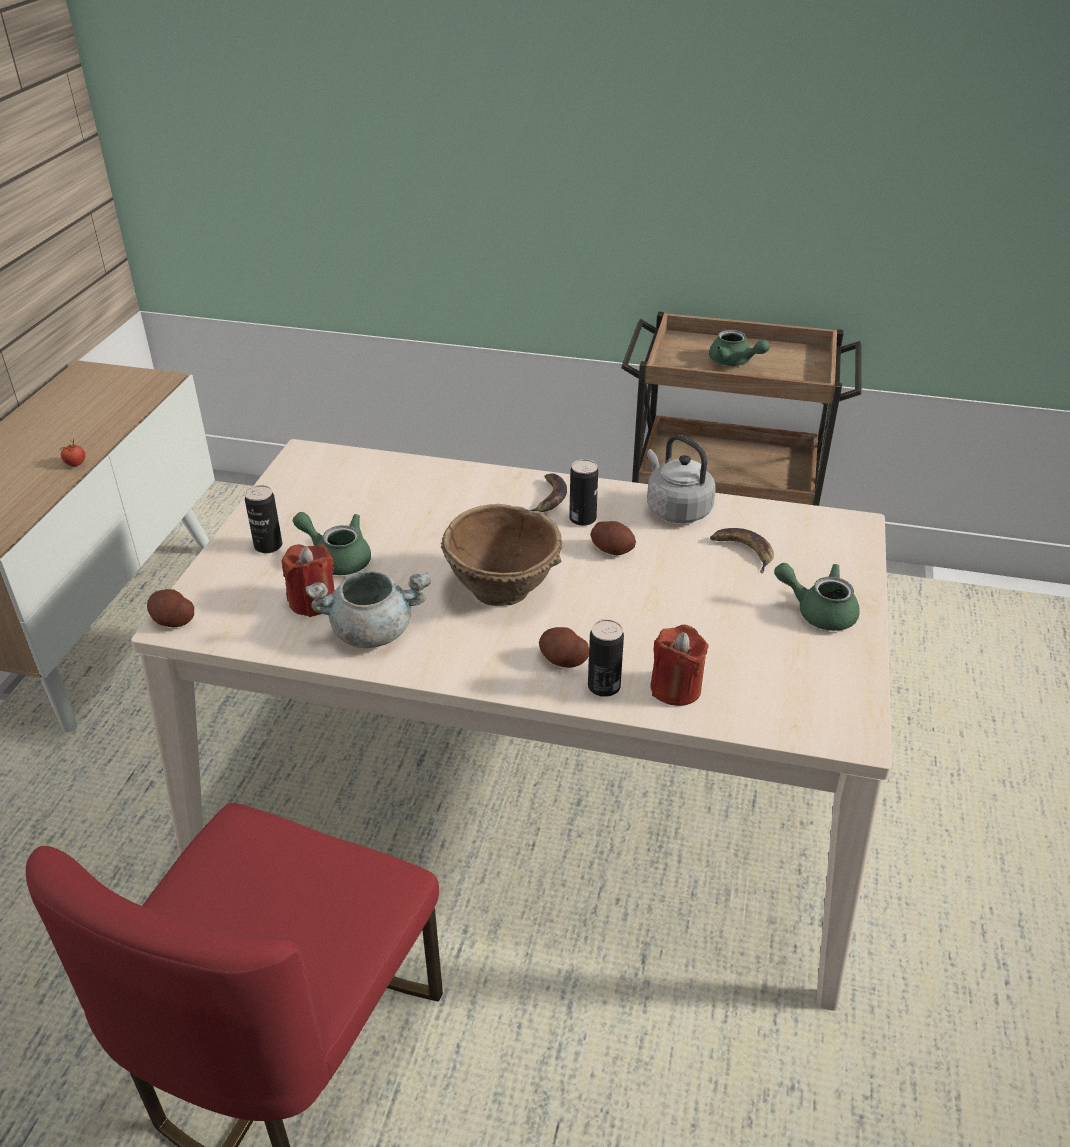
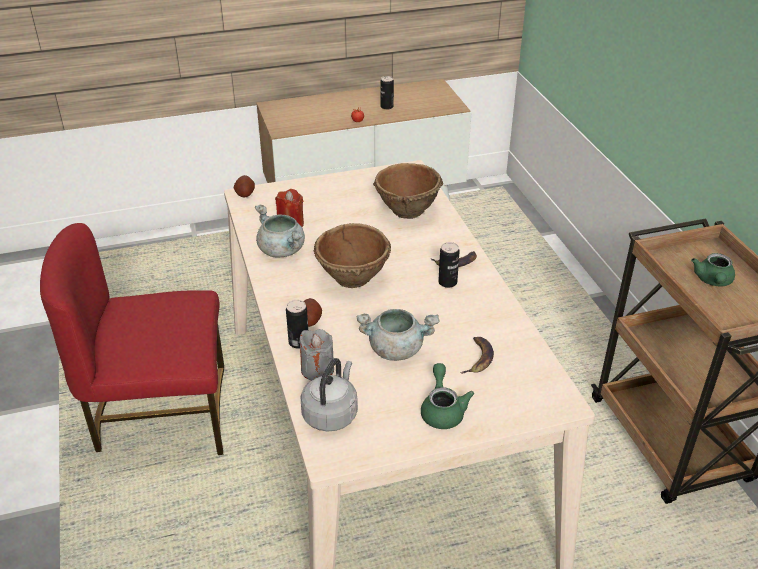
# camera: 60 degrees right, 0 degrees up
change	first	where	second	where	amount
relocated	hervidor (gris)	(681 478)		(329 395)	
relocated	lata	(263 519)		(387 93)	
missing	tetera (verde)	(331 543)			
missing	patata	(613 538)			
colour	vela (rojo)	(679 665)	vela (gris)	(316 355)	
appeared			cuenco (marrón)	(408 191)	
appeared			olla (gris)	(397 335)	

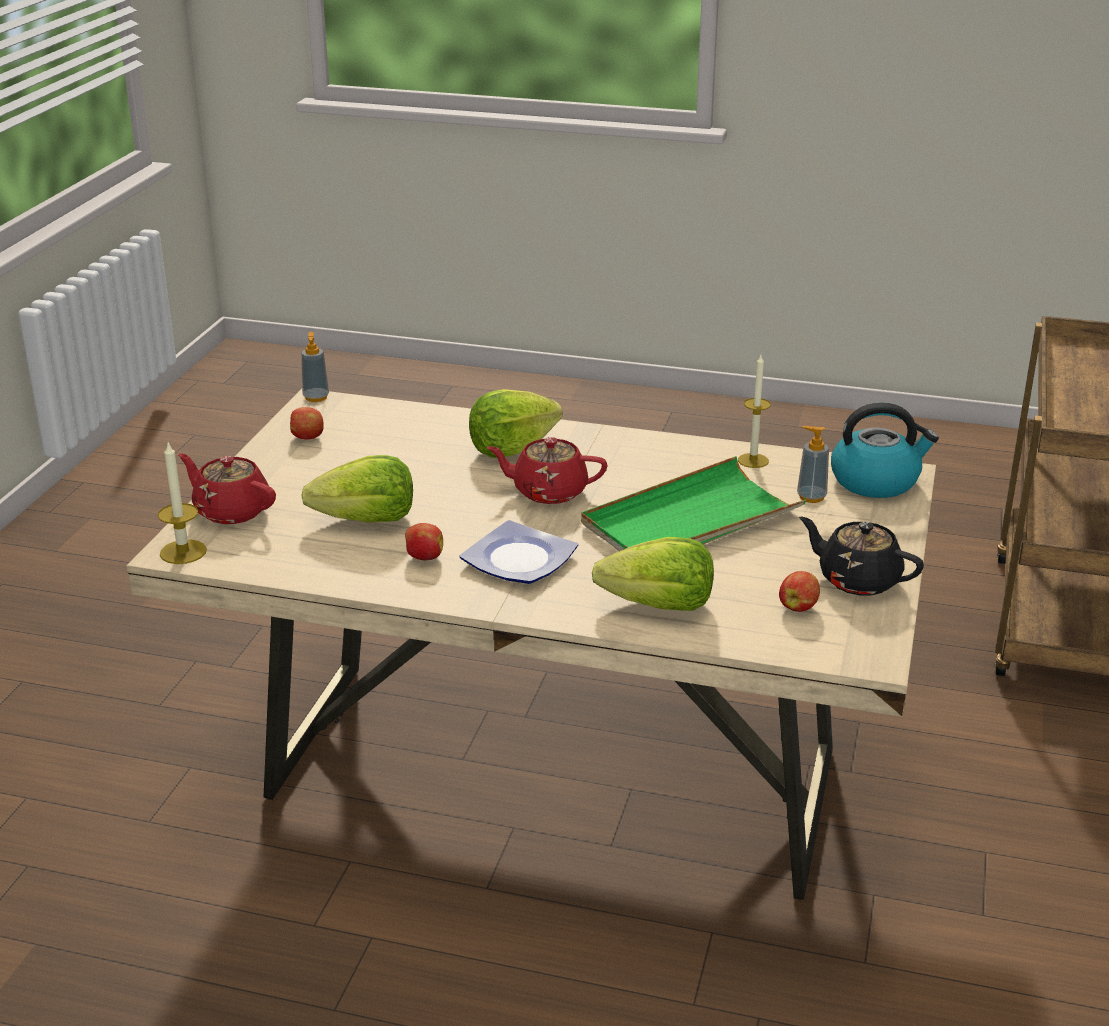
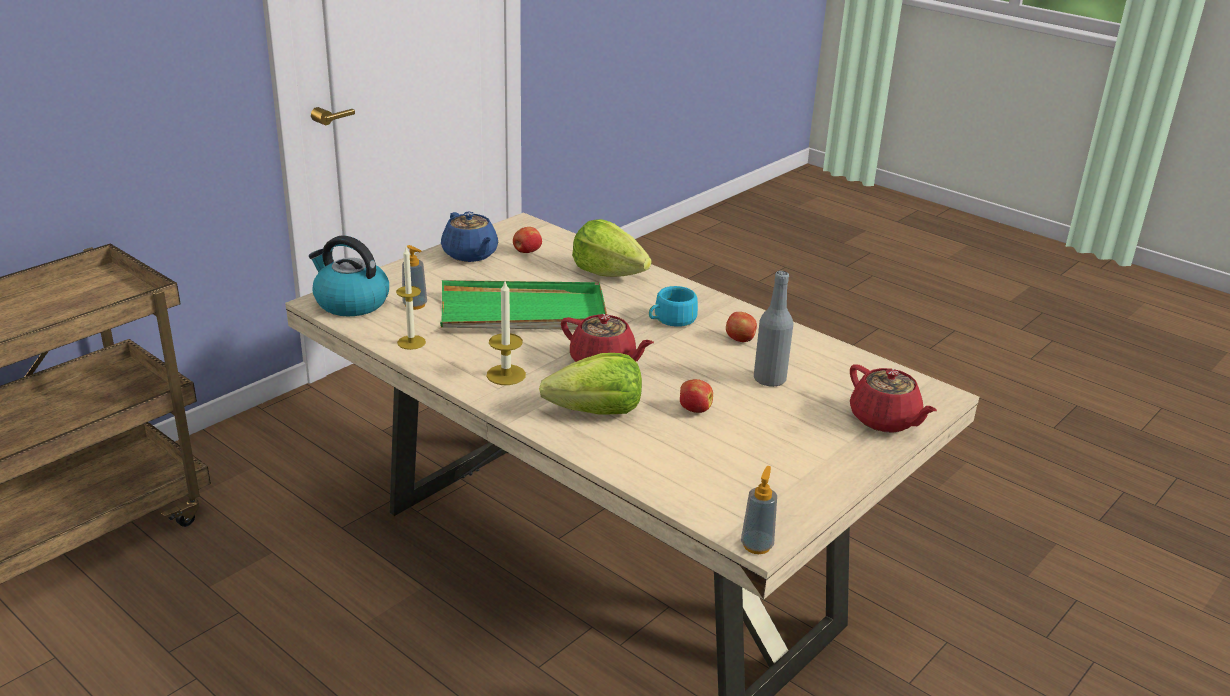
# camera: 155 degrees left, 0 degrees up
change	first	where	second	where	amount
relocated	manzana	(307 423)		(696 396)	
relocated	vela	(182 503)		(506 333)	
exchanged	lechuga	(357 488)	botella (gris)	(773 329)	
colour	tetera (negro)	(861 556)	tetera (azul)	(469 237)	
exchanged	plato	(518 552)	taza (turquesa)	(673 306)	

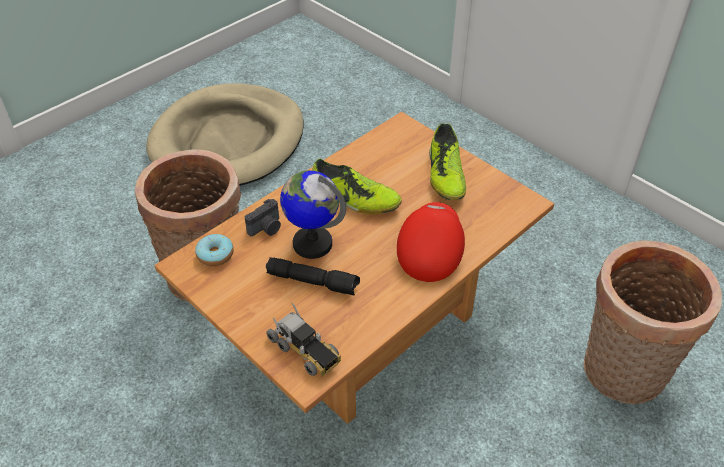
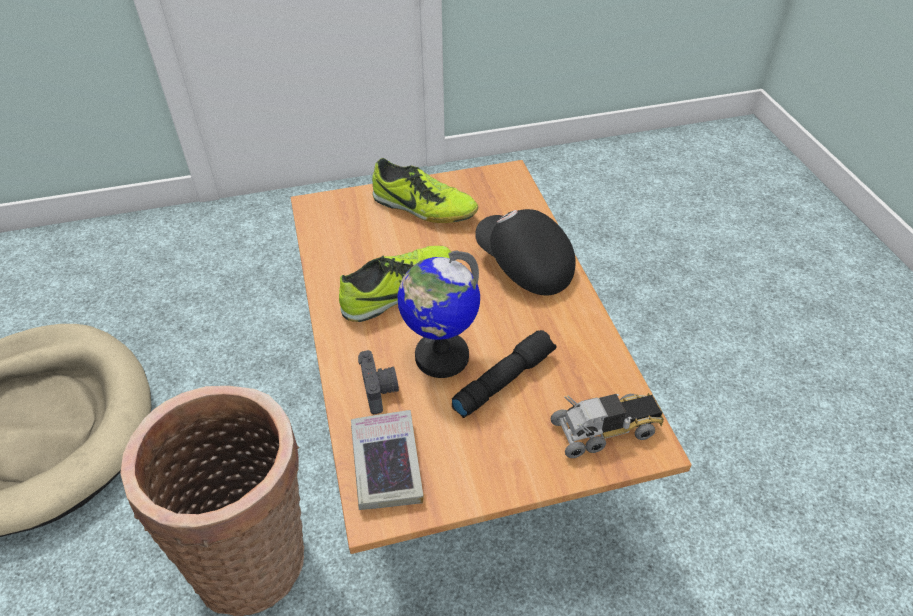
# camera: 60 degrees left, 0 degrees up
change	first	where	second	where	amount
colour	gorra (rojo)	(431 242)	gorra (negro)	(525 252)	
exchanged	rosquilla	(214 250)	libro	(387 460)	
missing	cesta	(652 323)			

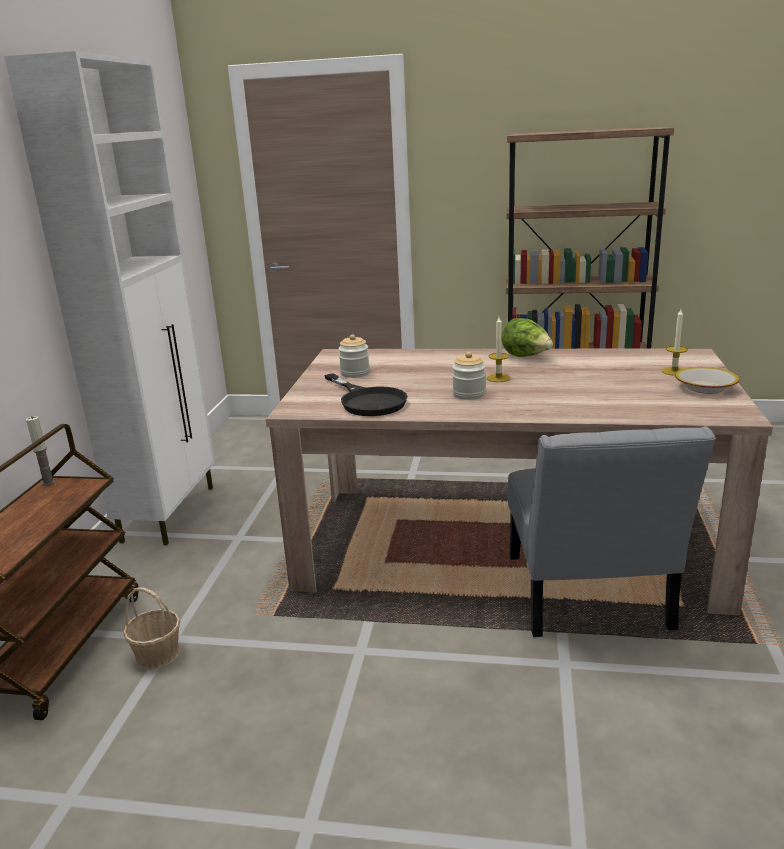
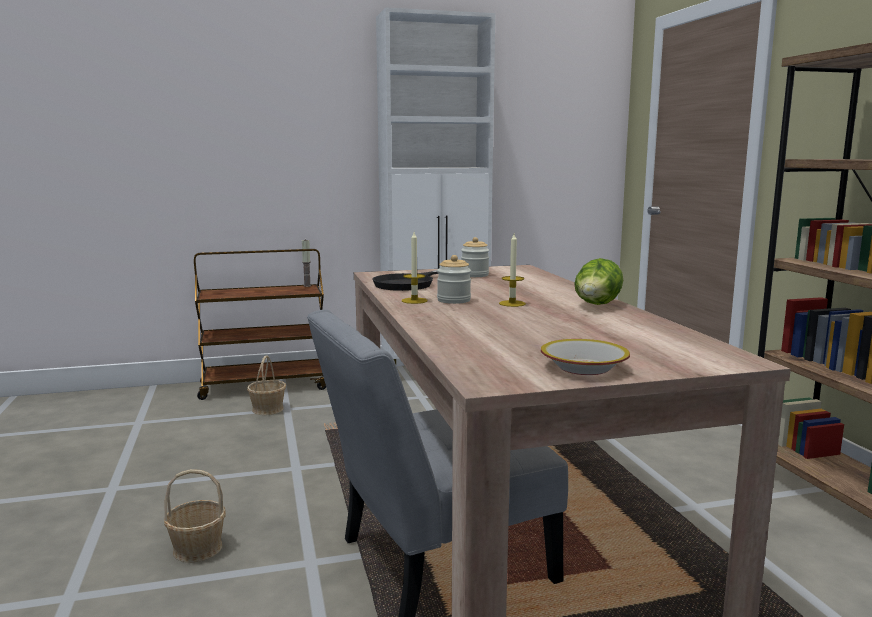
# camera: 65 degrees right, 10 degrees down
change	first	where	second	where	amount
relocated	vela	(675 342)		(414 268)	
appeared			cesta	(195 515)	

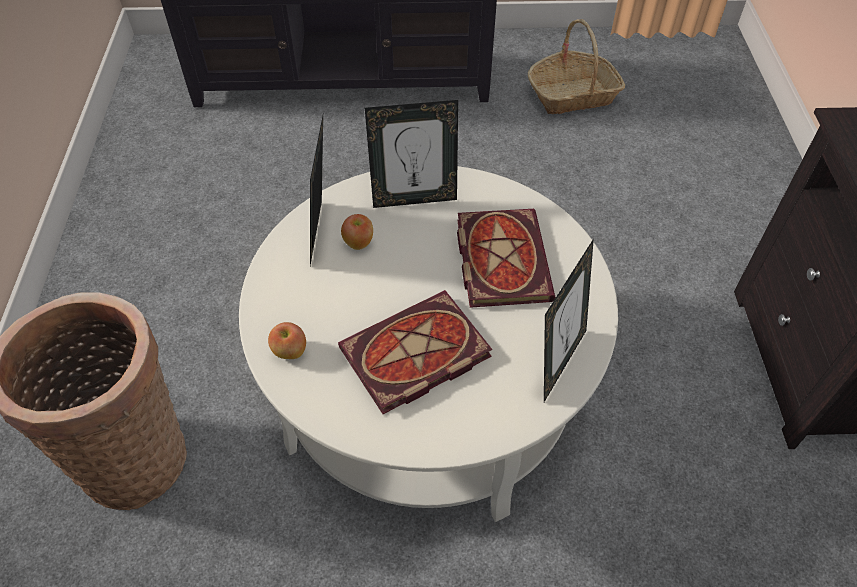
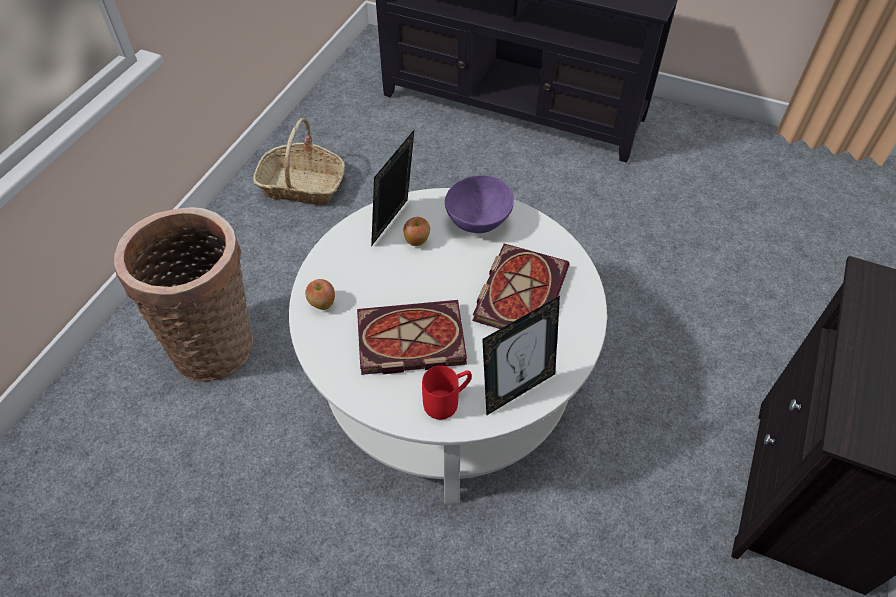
# camera: 25 degrees right, 0 degrees up
change	first	where	second	where	amount
relocated	cesta	(576 66)		(299 161)	
exchanged	portarretratos	(411 154)	cuenco (morado)	(479 204)	
appeared			taza grande (rojo)	(447 393)	

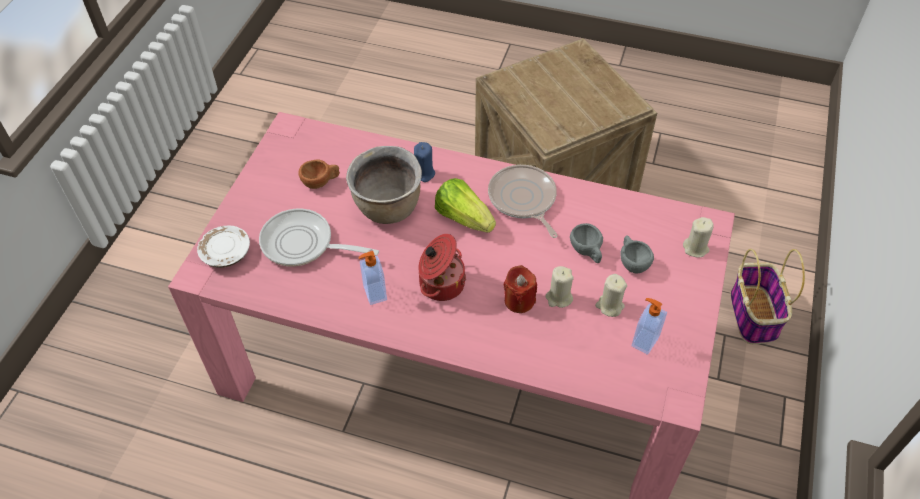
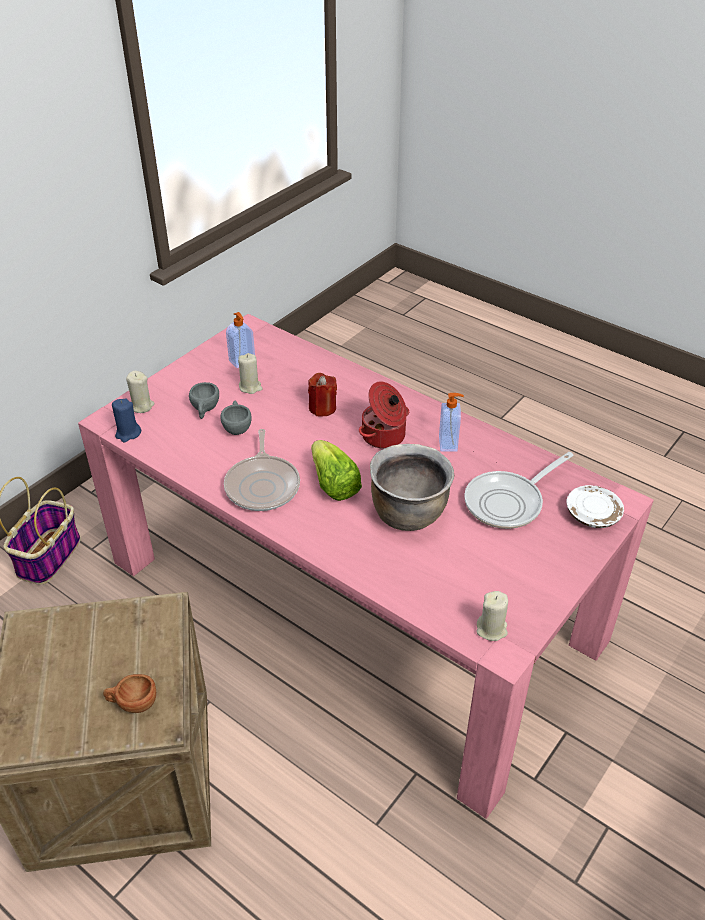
# camera: 160 degrees left, 10 degrees down
change	first	where	second	where	amount
relocated	vela (azul)	(424 162)		(126 420)	
relocated	taza (marrón)	(319 174)		(129 693)	
spun	sartén	(319 237)		(519 490)	105 degrees clockwise
relocated	vela (beis)	(559 287)		(492 616)	

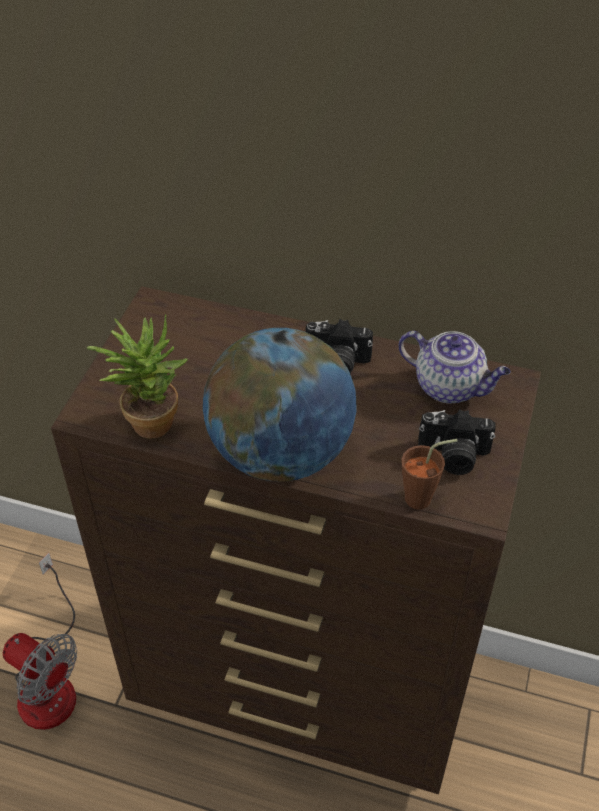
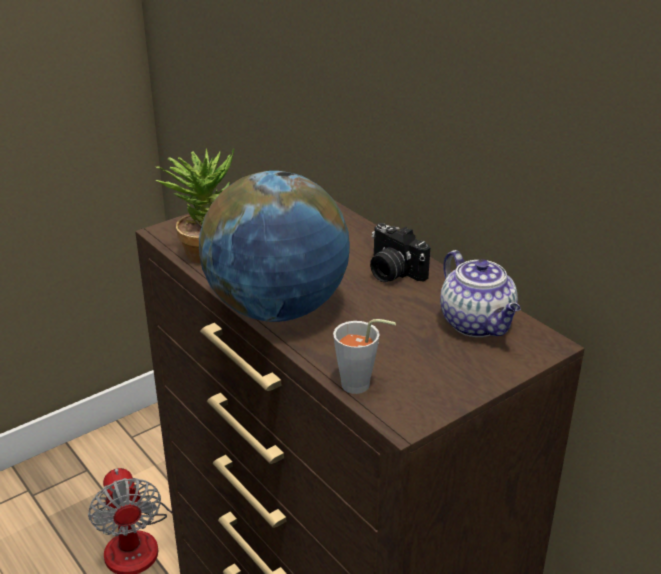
# camera: 35 degrees right, 15 degrees down
change	first	where	second	where	amount
missing	cámara	(457 442)			
colour	taza (marrón)	(429 474)	taza (gris)	(364 356)	

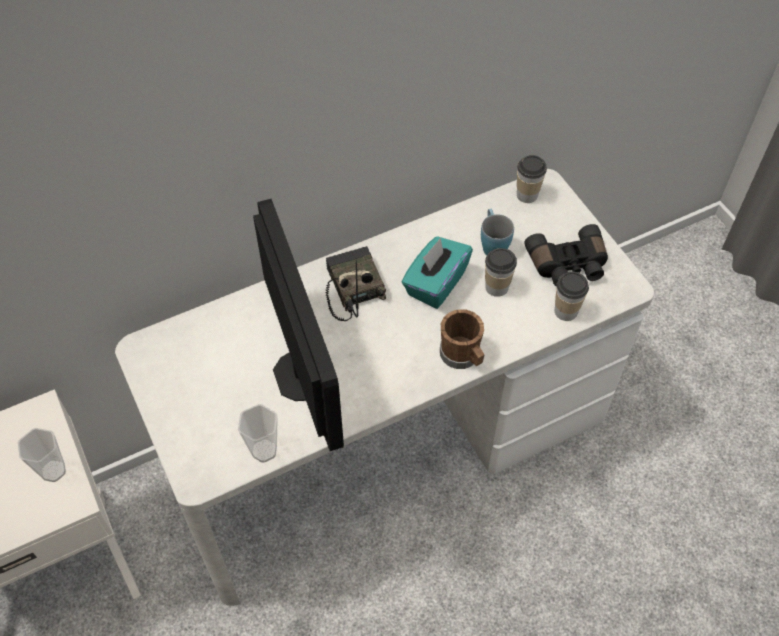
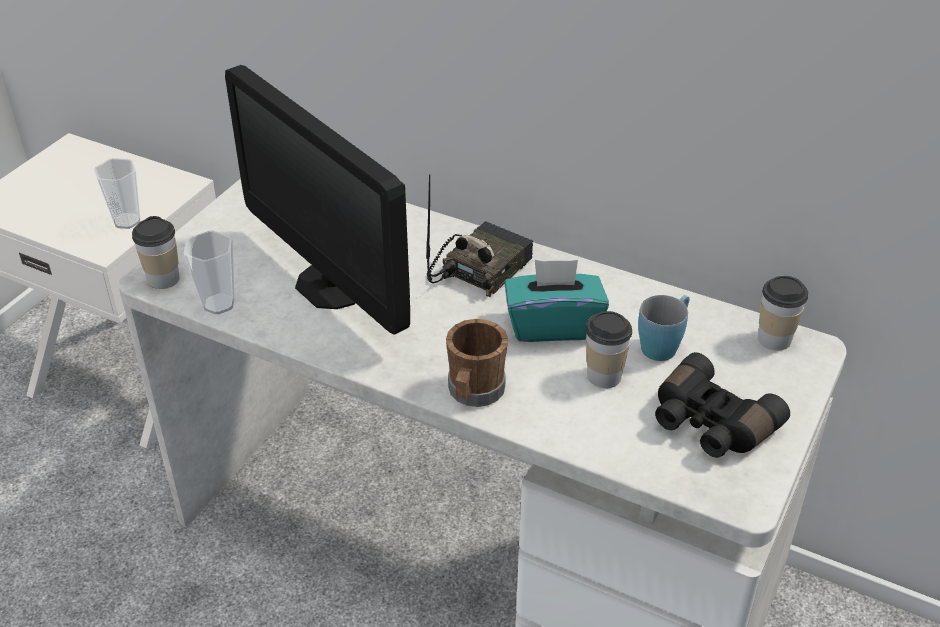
# camera: 55 degrees right, 15 degrees down
change	first	where	second	where	amount
spun	monitor	(298 325)		(317 200)	105 degrees clockwise
relocated	taza	(572 296)		(155 252)	

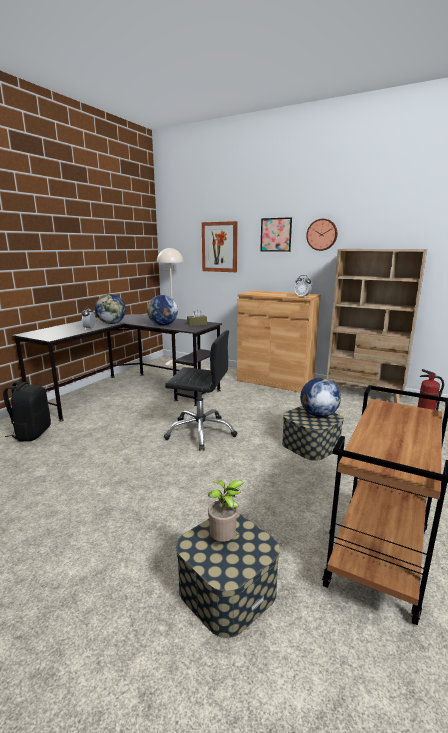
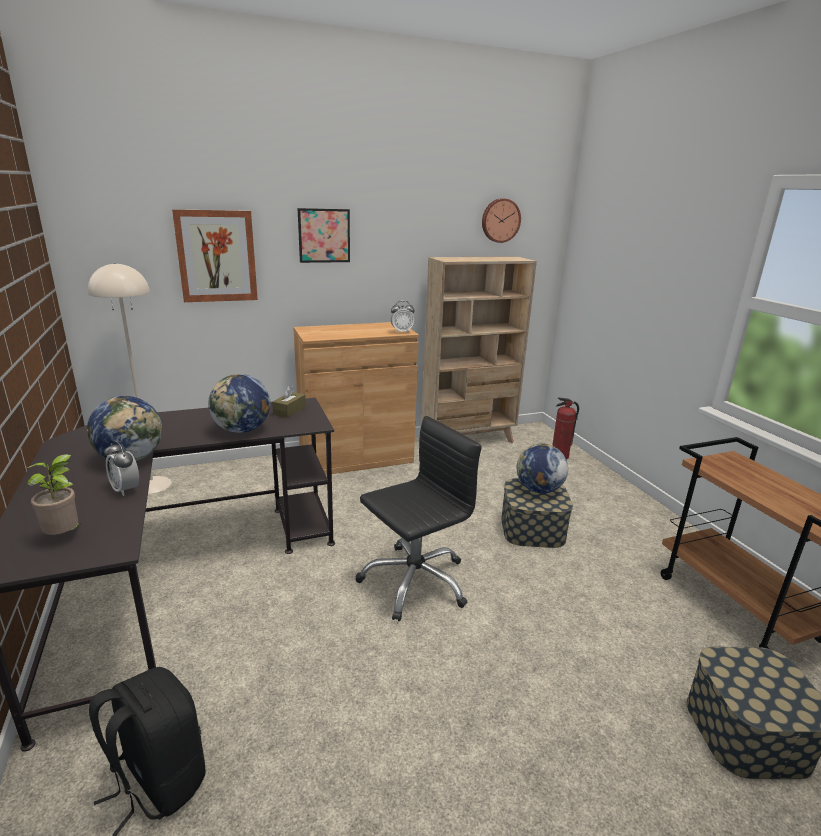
# camera: 50 degrees left, 5 degrees up
change	first	where	second	where	amount
relocated	reloj de pared	(321 235)		(501 220)	
relocated	planta en maceta	(226 511)		(53 494)	

